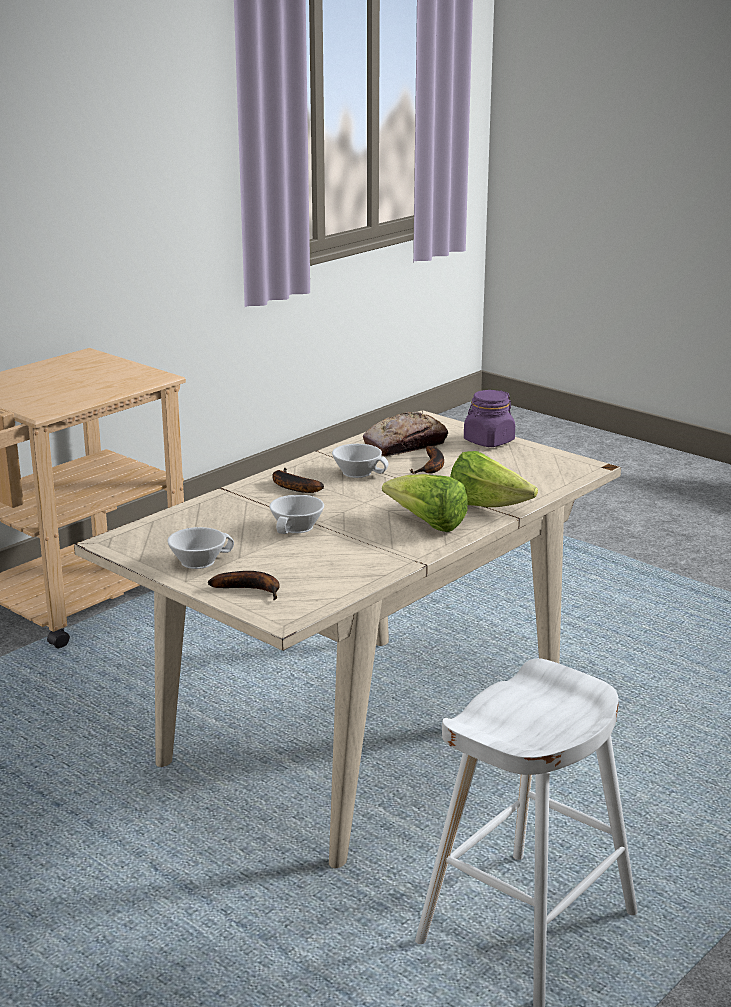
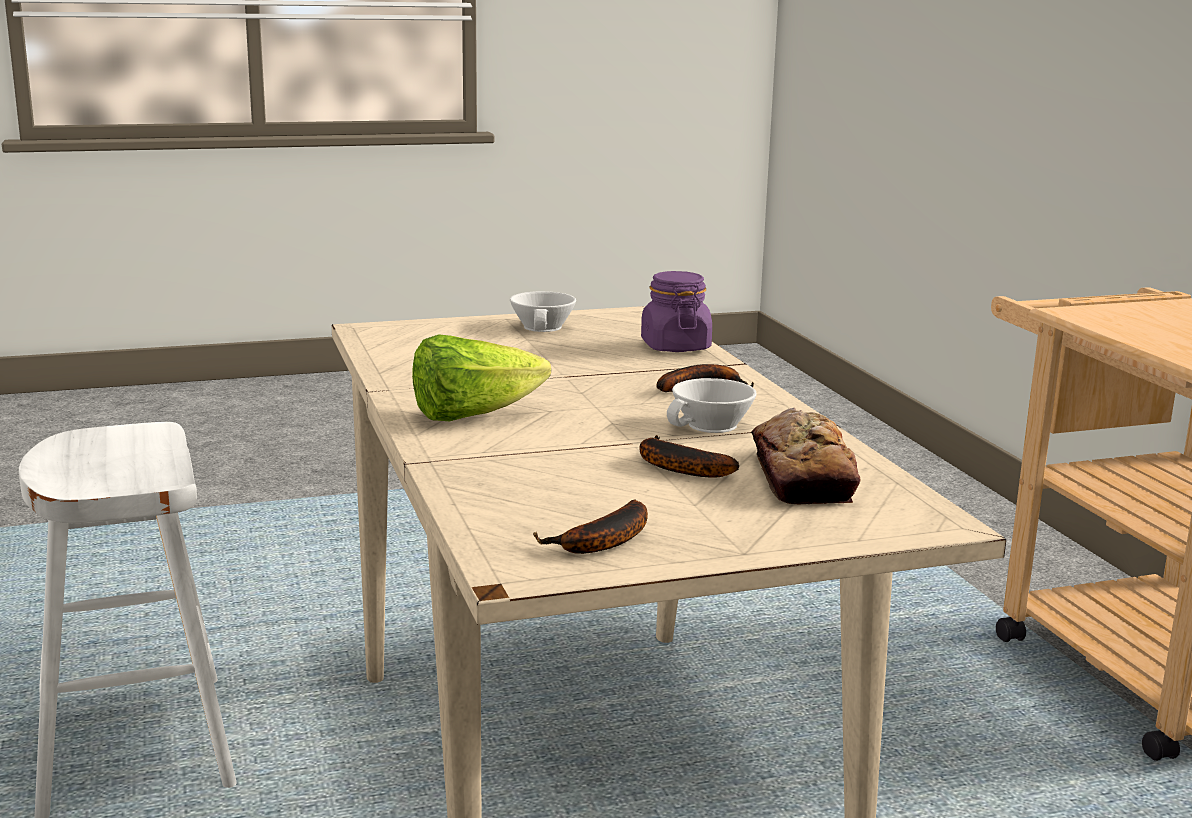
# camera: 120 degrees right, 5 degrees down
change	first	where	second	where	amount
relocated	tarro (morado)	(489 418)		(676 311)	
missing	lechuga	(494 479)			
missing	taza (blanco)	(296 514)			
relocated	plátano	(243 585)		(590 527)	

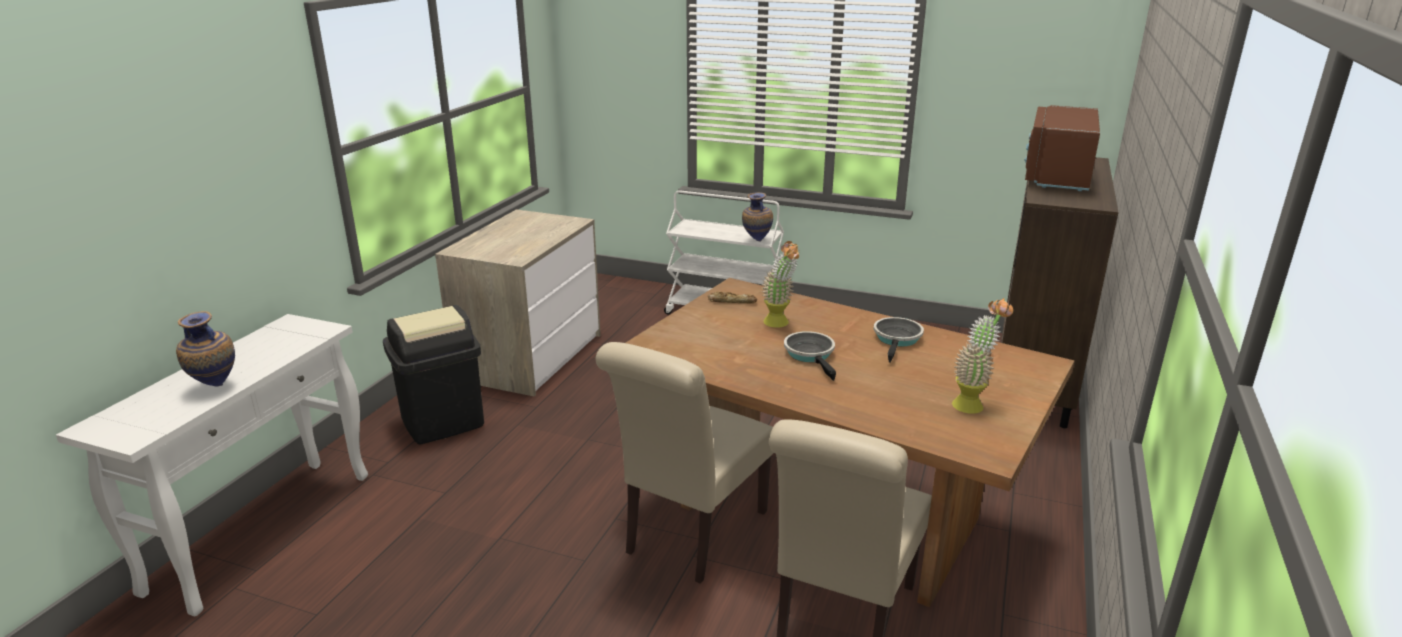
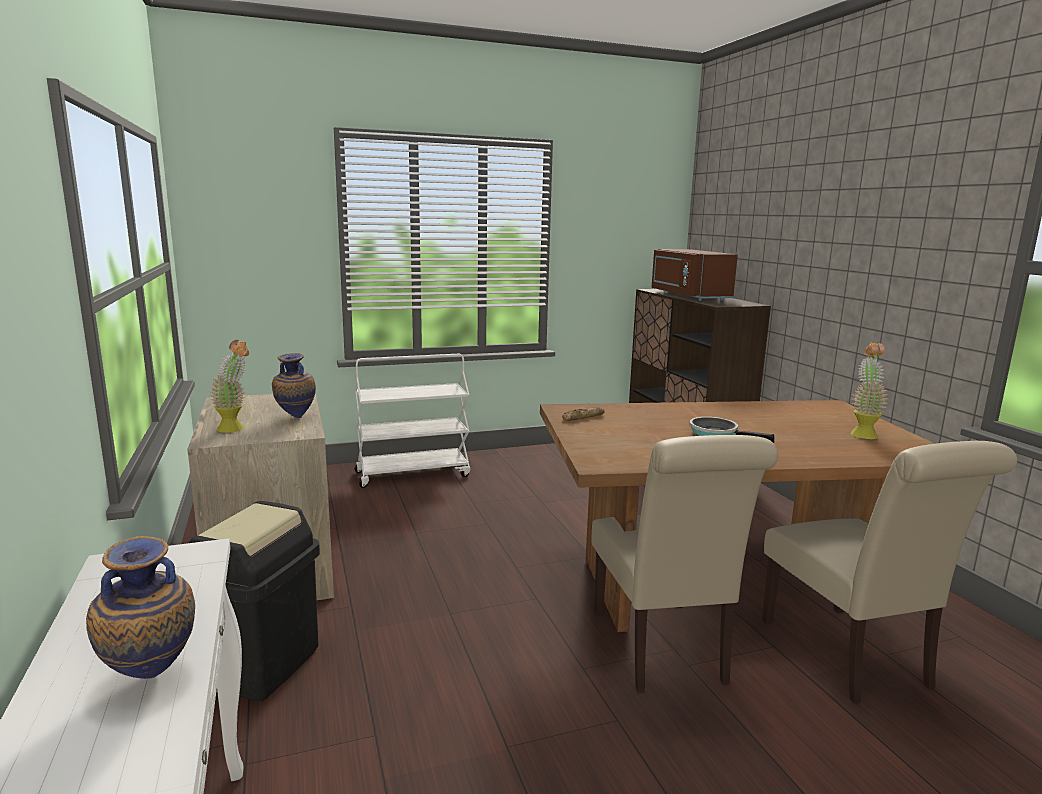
# camera: 40 degrees left, 10 degrees down
change	first	where	second	where	amount
relocated	florero	(757 216)		(294 385)	
relocated	planta en maceta	(780 284)		(229 386)	
missing	sartén	(899 340)			

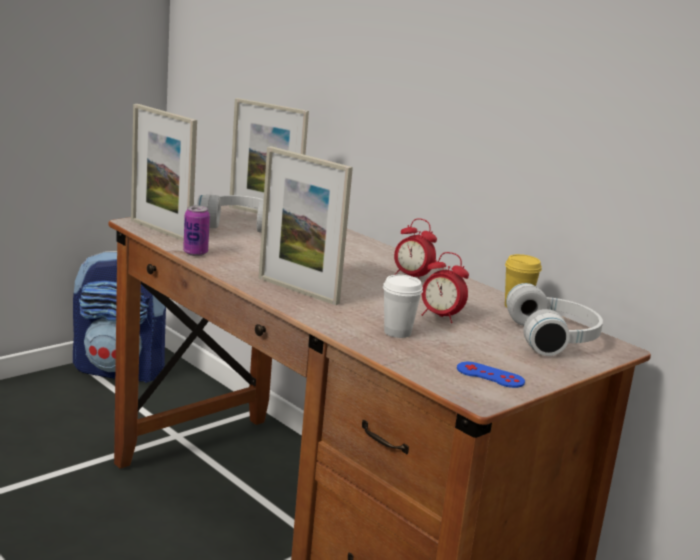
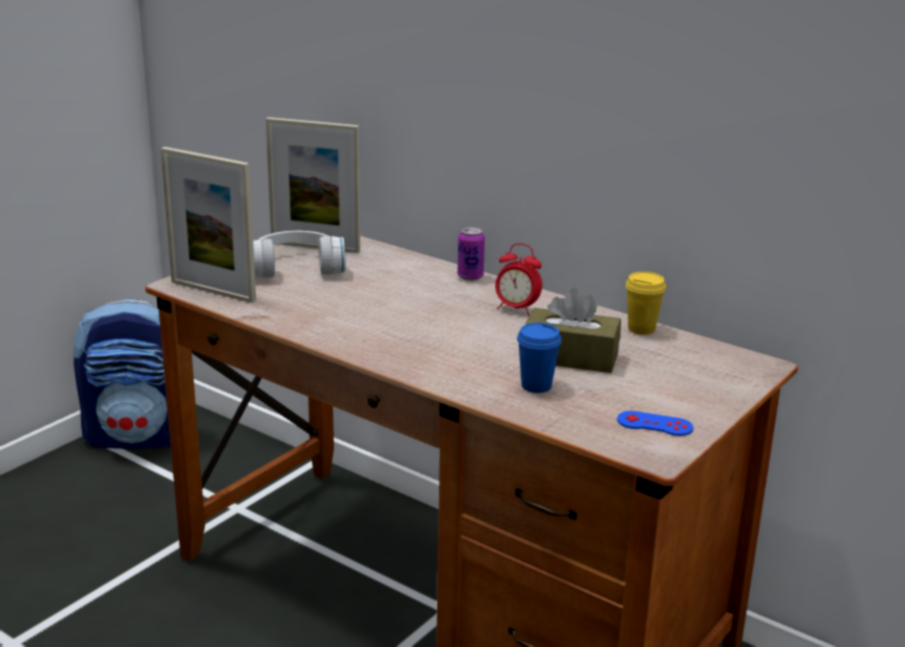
# camera: 10 degrees left, 5 degrees up
change	first	where	second	where	amount
missing	portarretratos	(305 225)			
relocated	lata	(196 230)		(471 254)	
exchanged	despertador	(445 287)	caja de pañuelos (marrón)	(573 330)	
colour	taza (blanco)	(403 306)	taza (azul)	(539 358)	
missing	auriculares (blanco)	(554 319)			

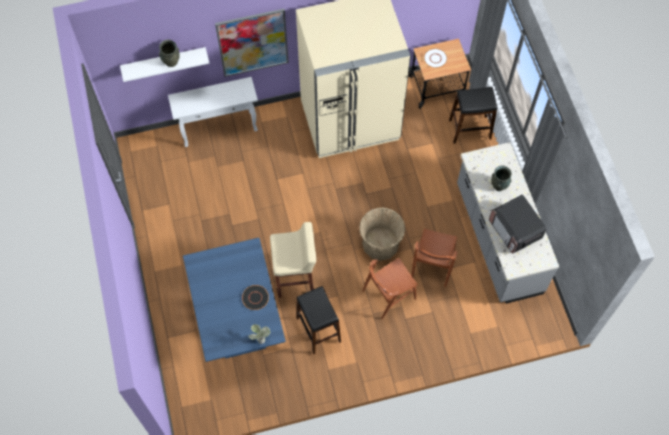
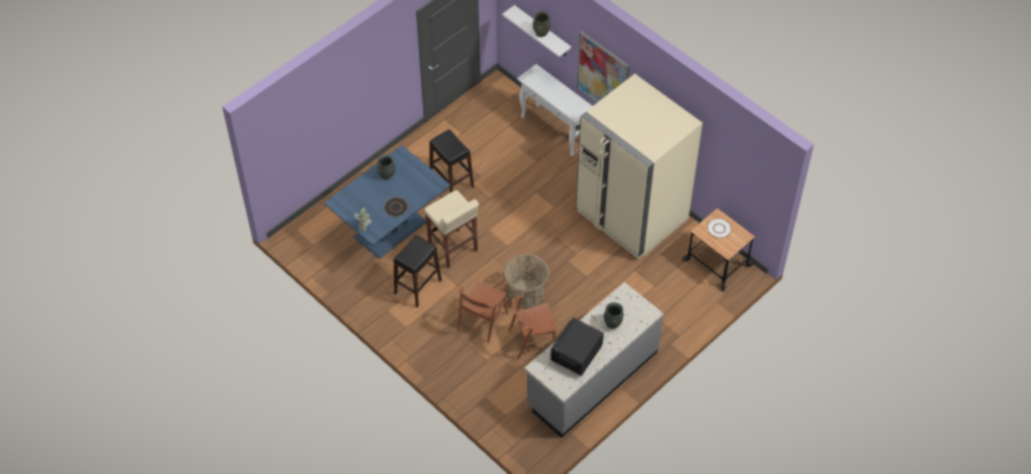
# camera: 60 degrees right, 10 degrees down
change	first	where	second	where	amount
relocated	taburete (negro)	(473 115)		(451 161)	
spun	silla (marrón)	(390 288)		(483 312)	90 degrees counterclockwise
appeared			florero (gris)	(386 167)	

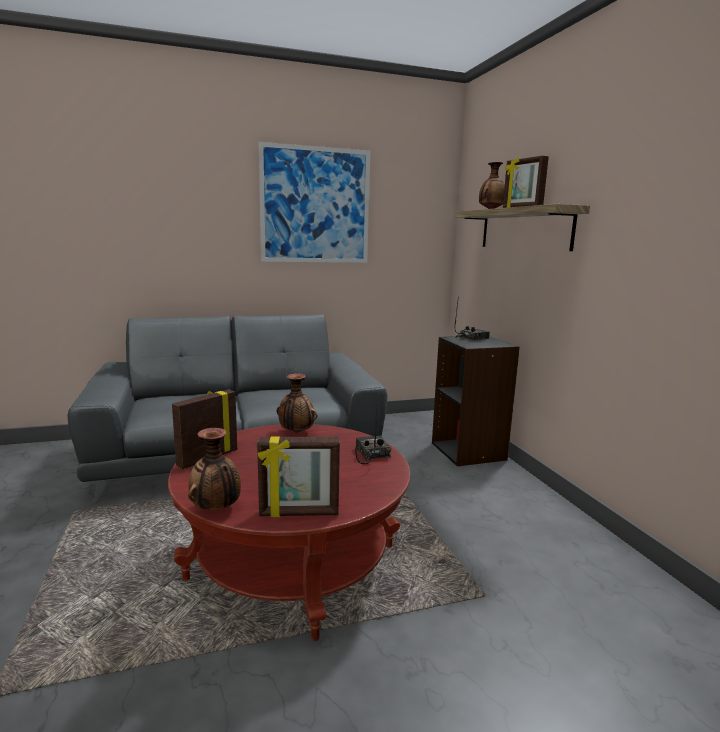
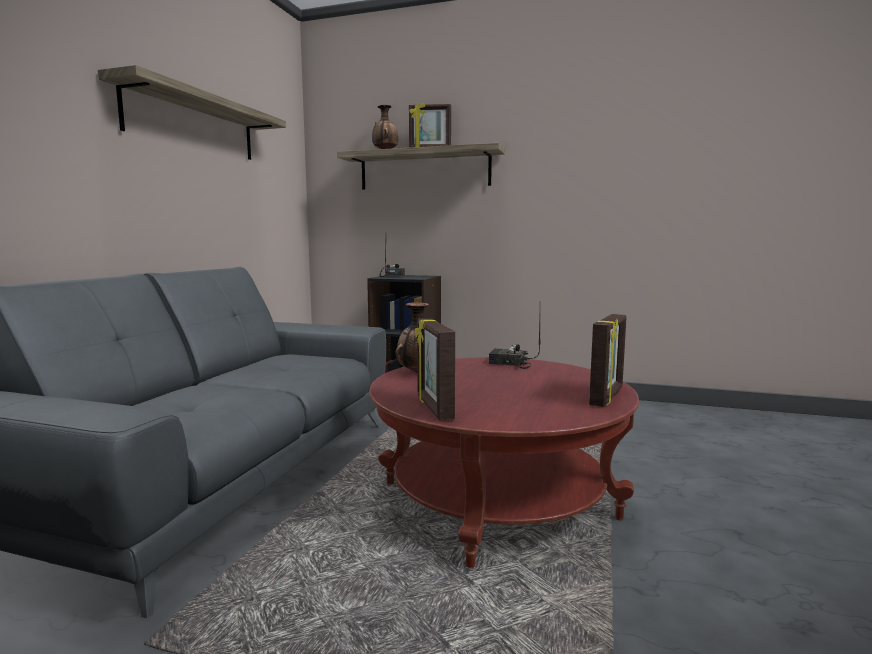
# camera: 55 degrees left, 5 degrees down
change	first	where	second	where	amount
exchanged	cuadro	(314 202)	estante	(192 112)	
missing	florero	(214 469)			

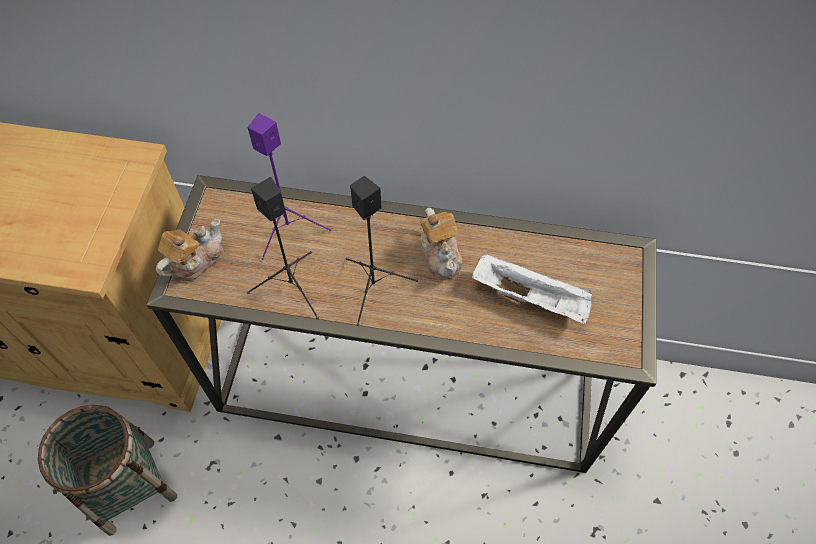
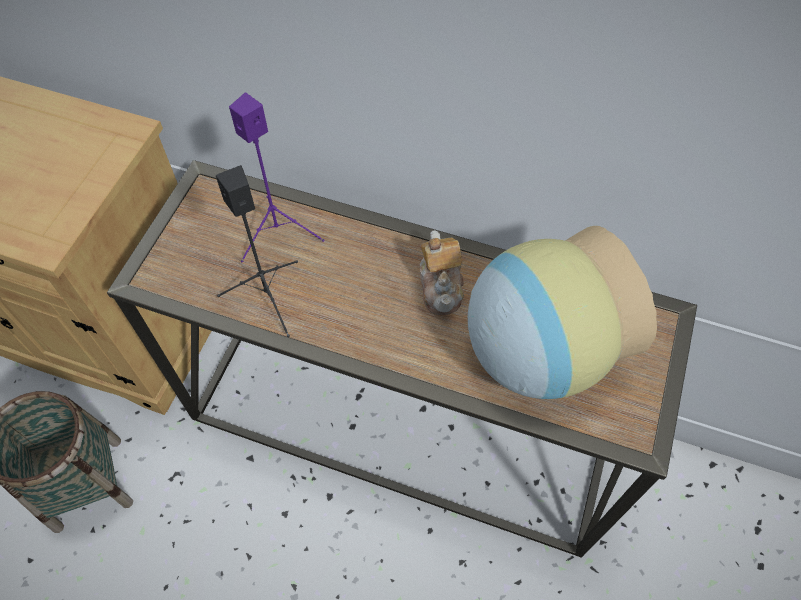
# camera: 10 degrees right, 0 degrees up
change	first	where	second	where	amount
missing	altavoz (negro)	(382 251)			
missing	tetera	(190 250)			
exchanged	bandeja (blanco)	(532 288)	florero	(562 312)	

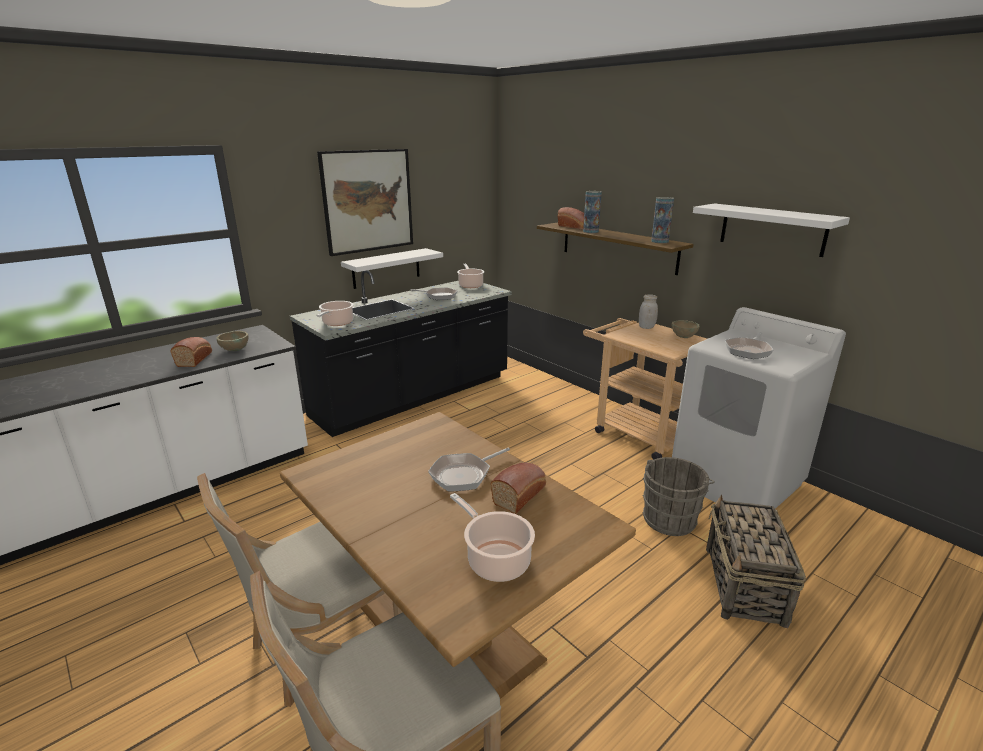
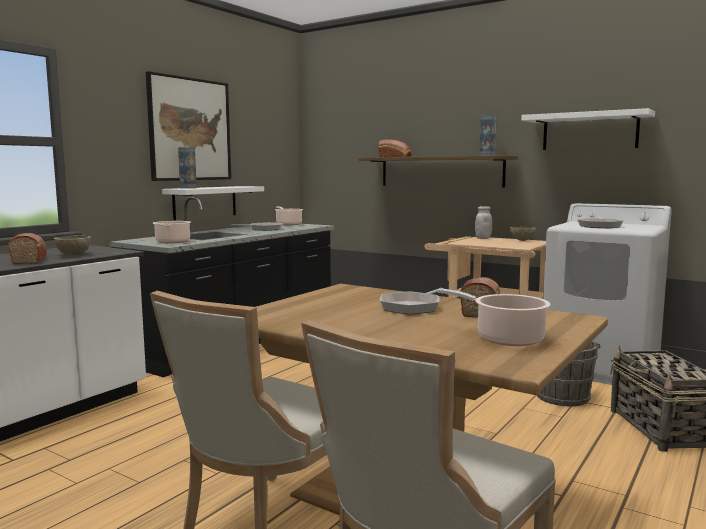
# camera: 15 degrees left, 15 degrees down
change	first	where	second	where	amount
relocated	florero	(592 212)		(187 168)	

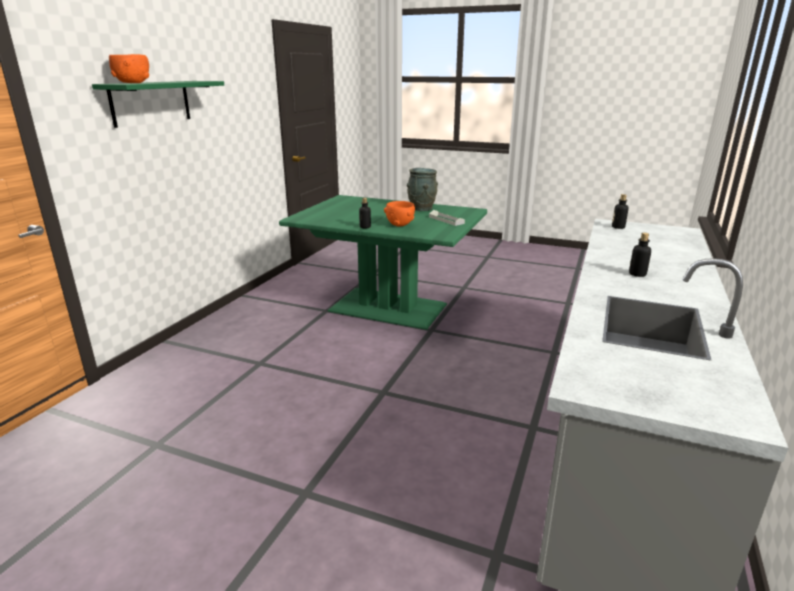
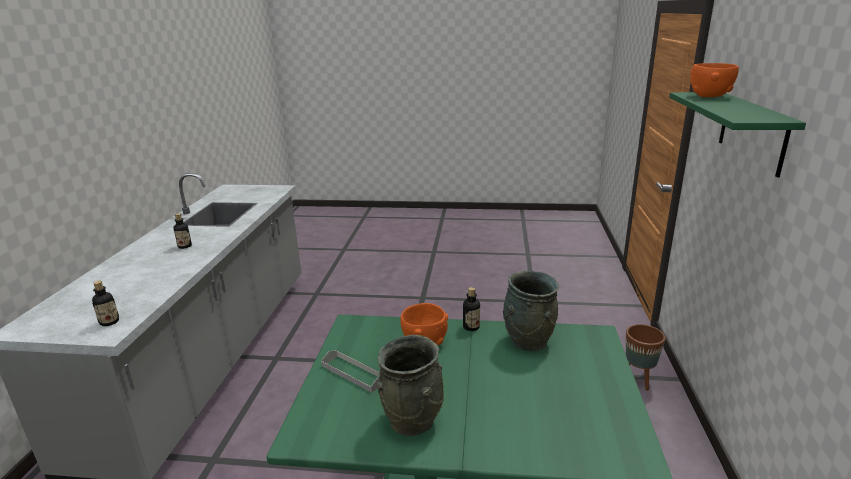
# camera: 165 degrees right, 0 degrees up
change	first	where	second	where	amount
appeared			florero (gris)	(531 311)	
appeared			maceta (marrón)	(646 357)	

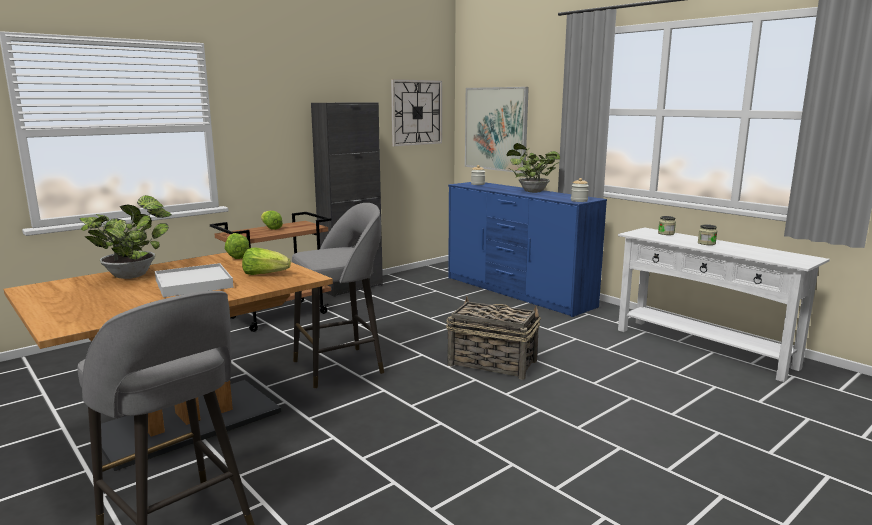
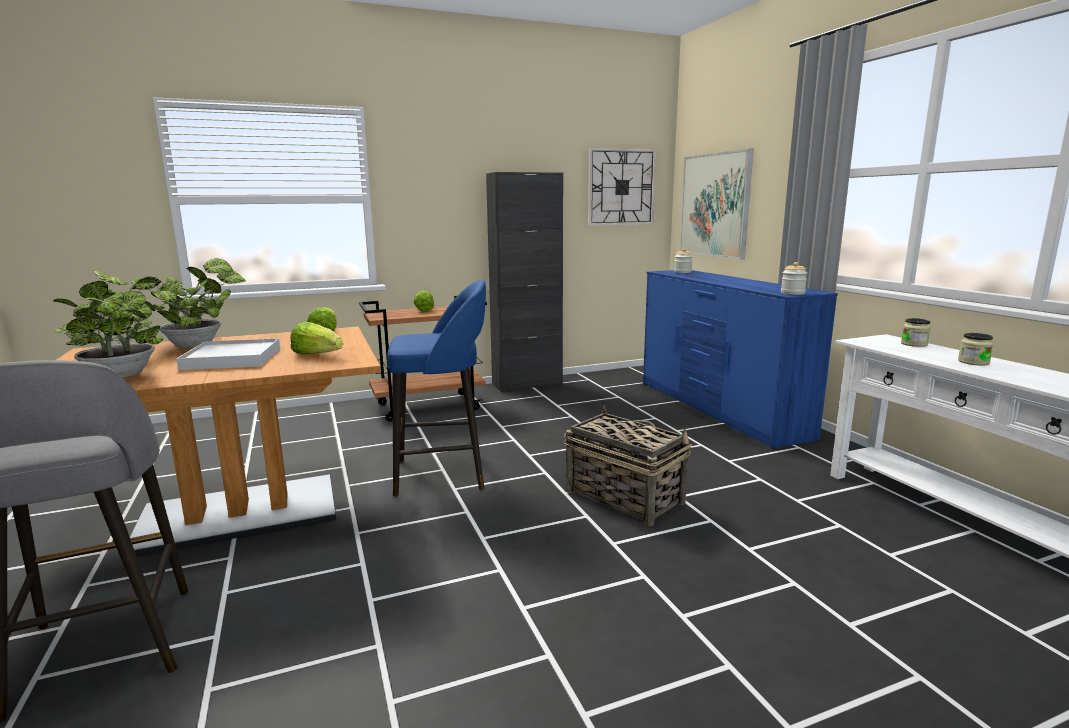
# camera: 20 degrees right, 0 degrees up
change	first	where	second	where	amount
relocated	planta en maceta	(533 168)		(108 324)	
colour	taburete (gris)	(338 296)	taburete (azul)	(436 388)	

